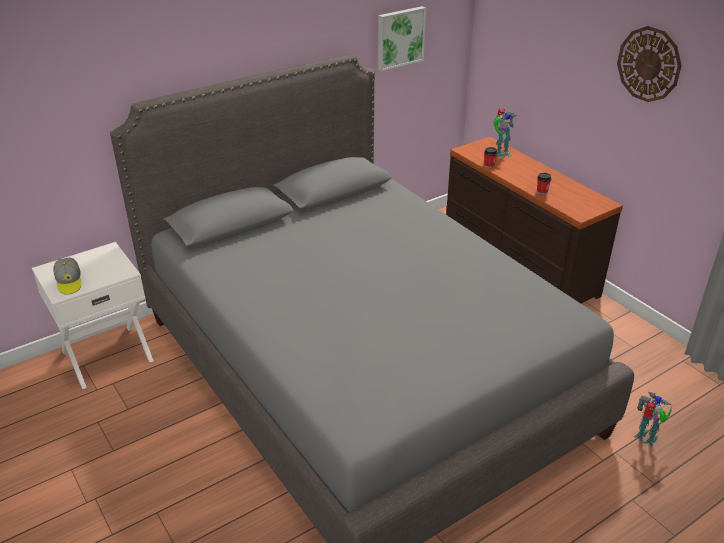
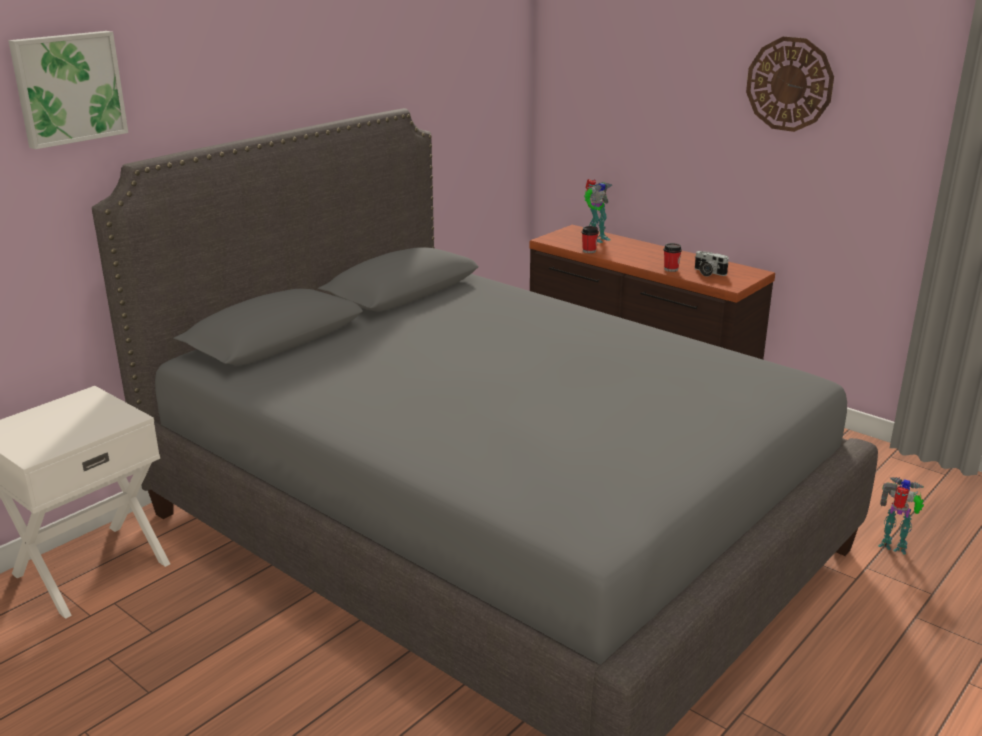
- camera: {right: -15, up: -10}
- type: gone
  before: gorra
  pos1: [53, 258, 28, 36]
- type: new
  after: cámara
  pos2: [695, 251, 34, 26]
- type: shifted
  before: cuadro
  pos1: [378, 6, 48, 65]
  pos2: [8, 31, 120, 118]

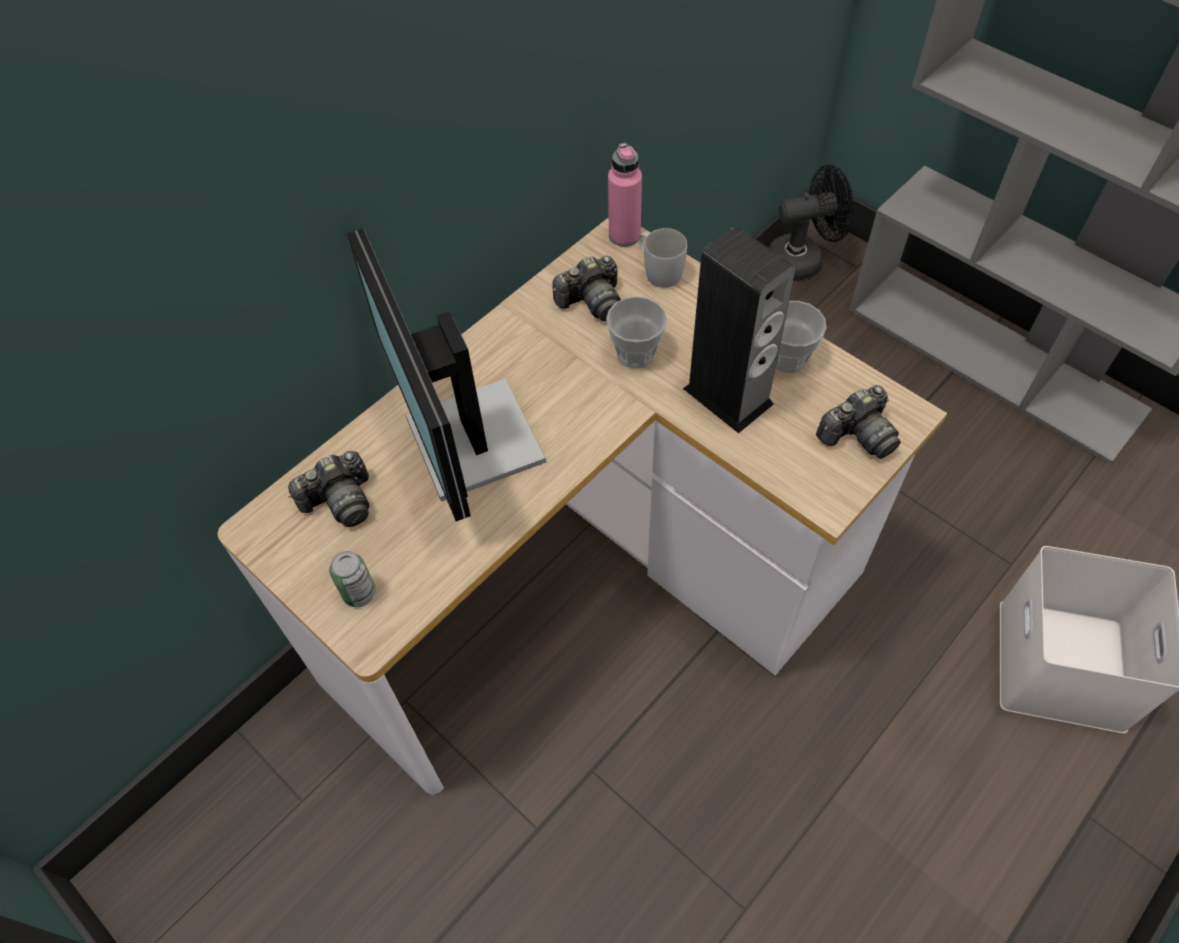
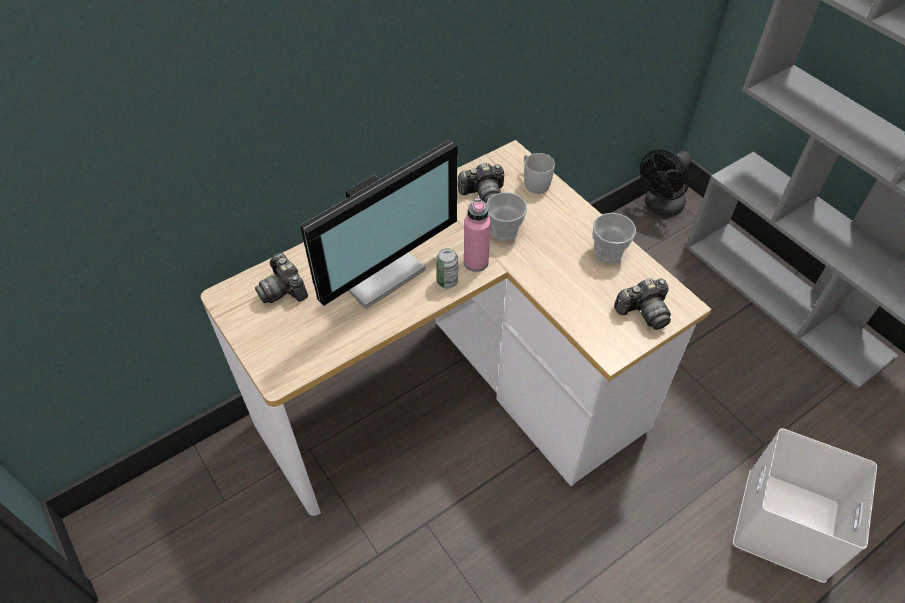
- camera: {right: 10, up: -5}
- type: gone
  before: altavoz
  pos1: [683, 226, 113, 207]
- type: shifted
  before: lata
  pos1: [329, 551, 47, 56]
  pos2: [436, 248, 22, 40]
- type: shifted
  before: botella/rosa
  pos1: [608, 143, 34, 104]
  pos2: [464, 198, 27, 74]
- type: rotated
  before: cámara
  pos1: [288, 451, 81, 76]
  pos2: [255, 252, 53, 51]
  turn: 75
- type: rotated
  before: monitor
  pos1: [346, 228, 200, 294]
  pos2: [300, 140, 157, 169]
  turn: -120
- type: rotated
  before: ventilador/negro
  pos1: [768, 165, 86, 116]
  pos2: [640, 149, 52, 68]
  turn: 135

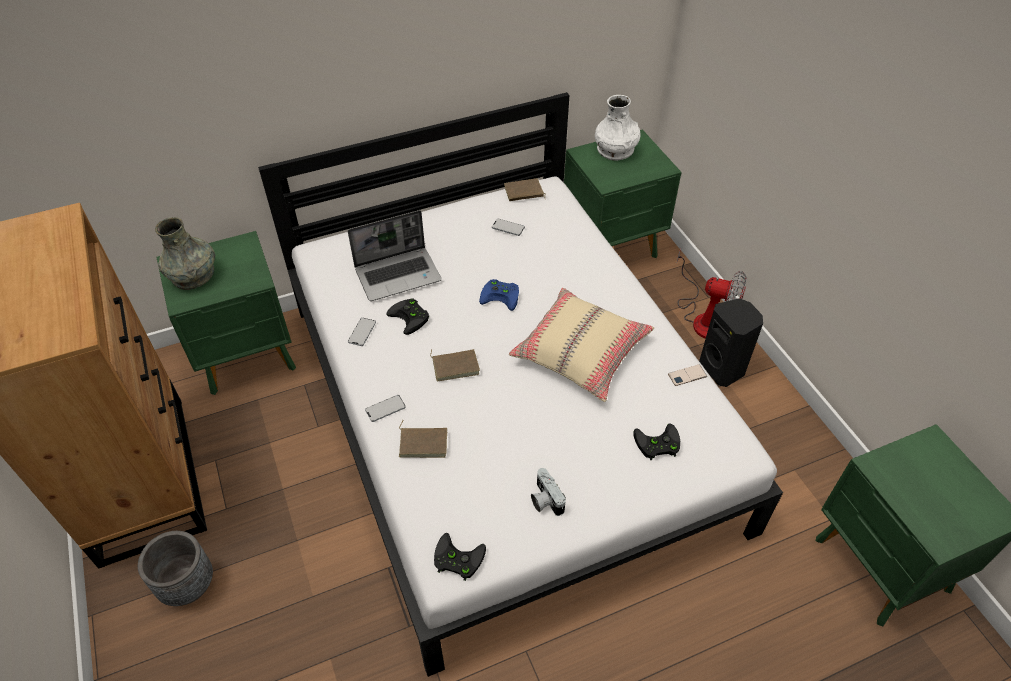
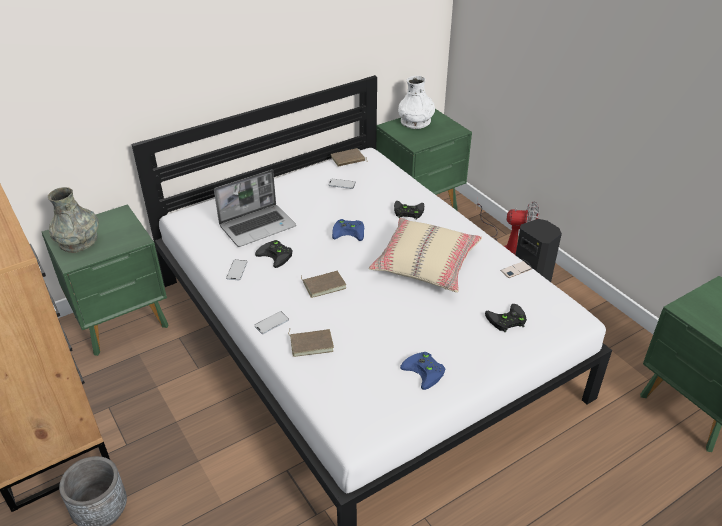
- camera: {right: -10, up: -10}
- type: shifted
  before: mando de consola/negro
  pos1: [434, 533, 52, 48]
  pos2: [394, 201, 30, 19]
- type: swapped
  before: cámara
  after: mando de consola/azul
  pos1: [531, 468, 35, 48]
  pos2: [400, 352, 45, 38]

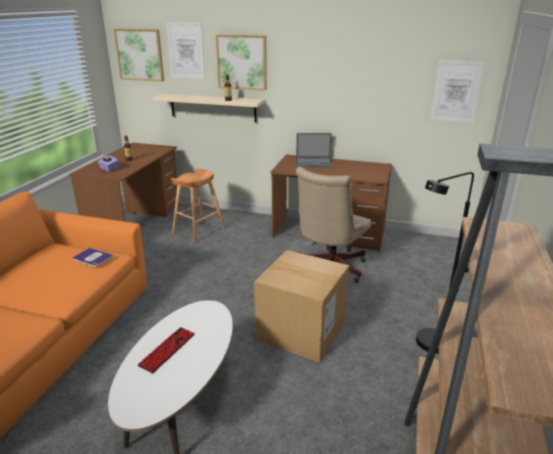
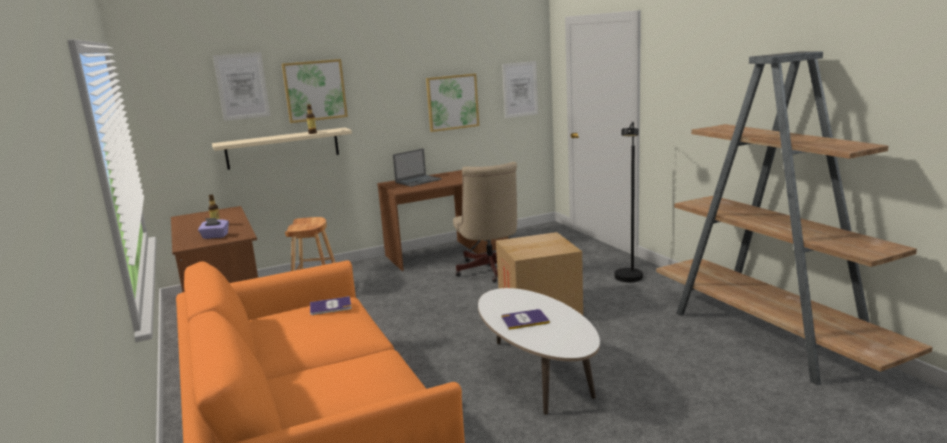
- camera: {right: -40, up: -10}
- type: shifted
  before: cuadro
  pos1: [114, 29, 50, 53]
  pos2: [426, 73, 53, 59]
- type: swapped
  before: teclado
  after: libro
  pos1: [138, 327, 57, 47]
  pos2: [501, 309, 49, 21]

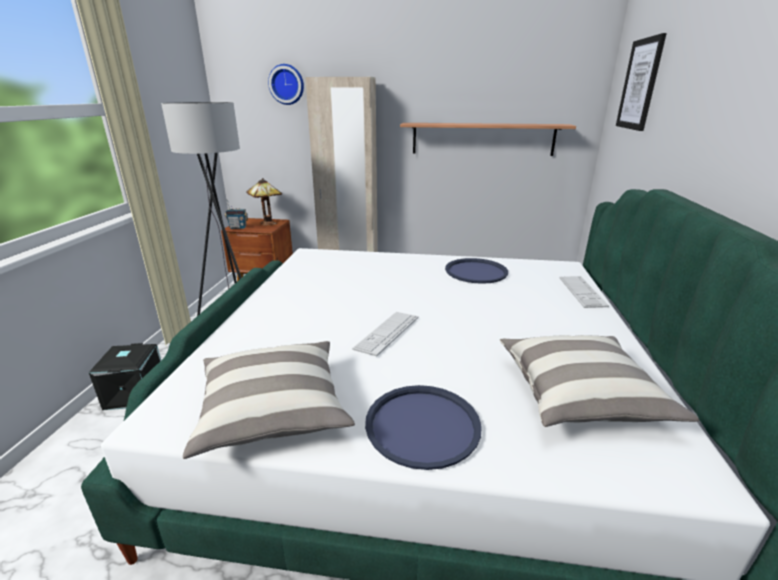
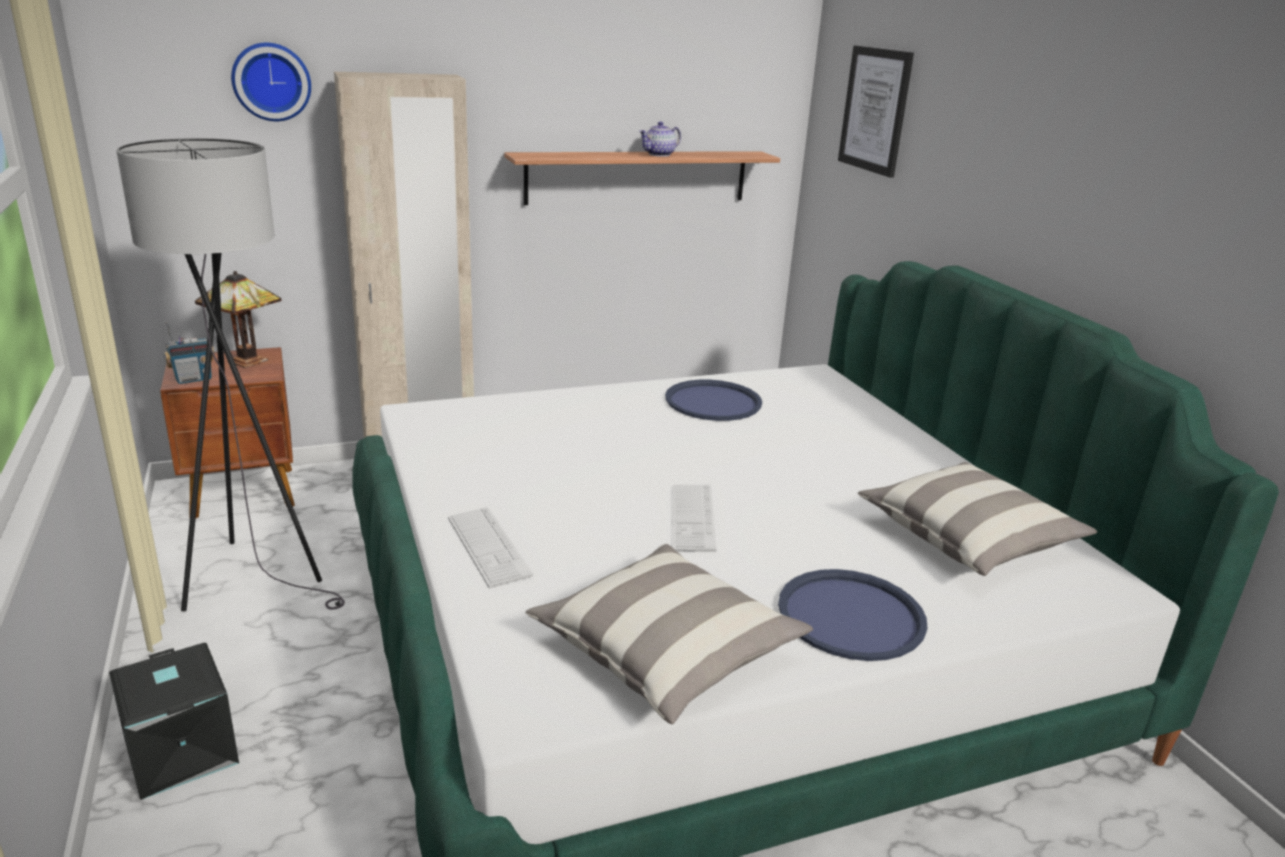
- camera: {right: -30, up: 0}
- type: new
  after: tetera
  pos2: [639, 121, 42, 36]
- type: shifted
  before: teclado
  pos1: [560, 276, 49, 32]
  pos2: [448, 507, 85, 82]

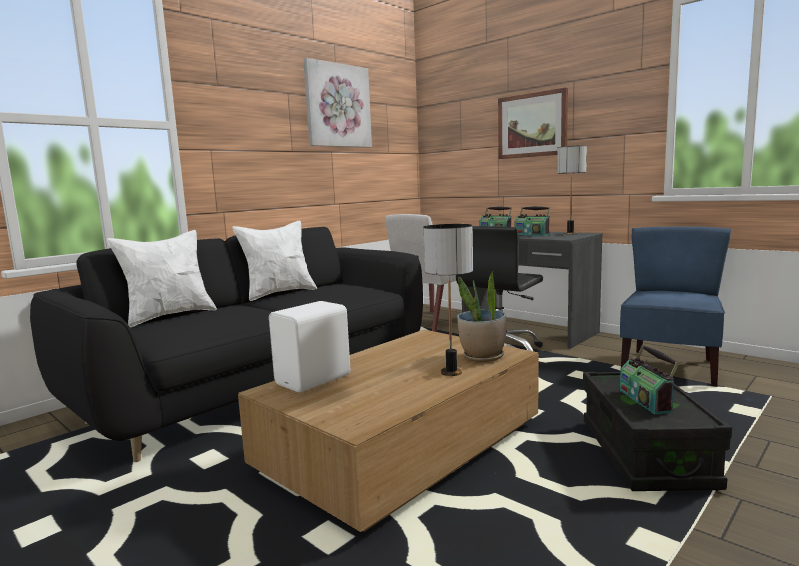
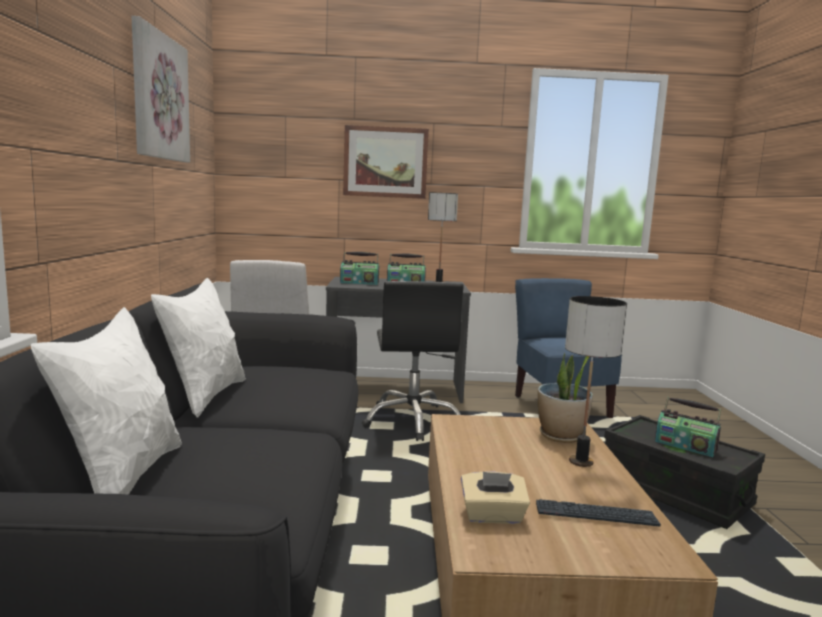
- camera: {right: -45, up: 0}
- type: new
  after: teclado
  pos2: [536, 499, 125, 28]
- type: swapped
  before: altavoz/blanco
  after: caja de pañuelos/beis
  pos1: [269, 301, 81, 92]
  pos2: [461, 471, 69, 53]

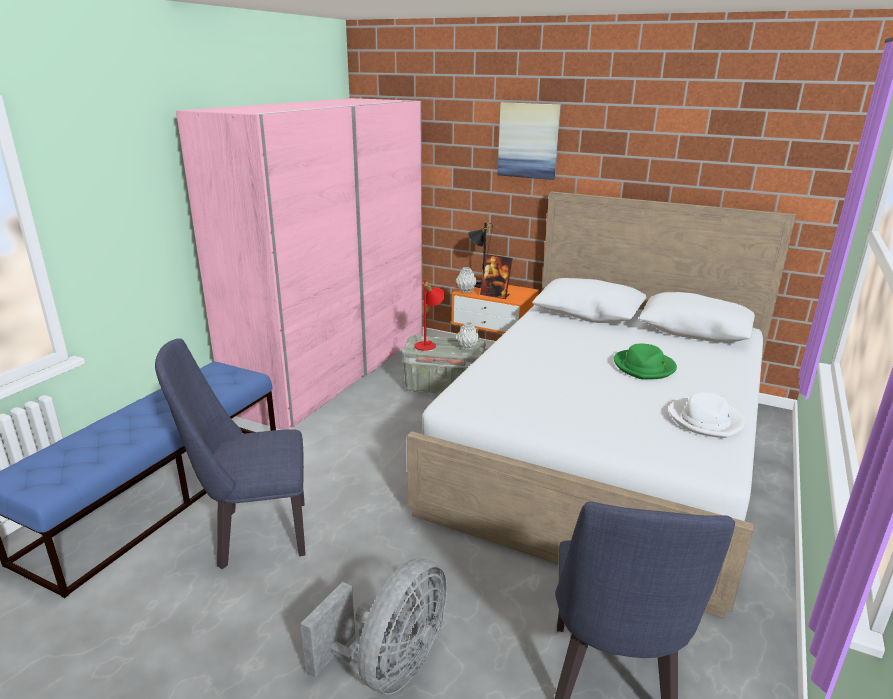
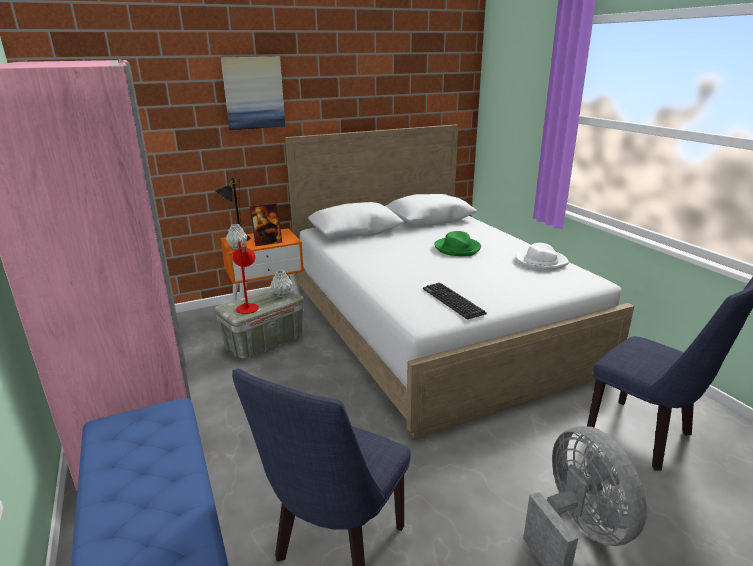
- camera: {right: -50, up: 0}
- type: new
  after: teclado
  pos2: [423, 283, 64, 36]

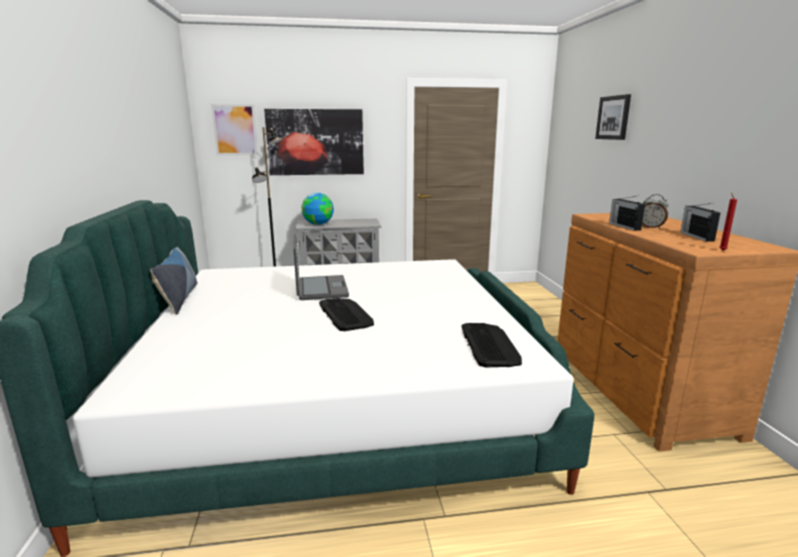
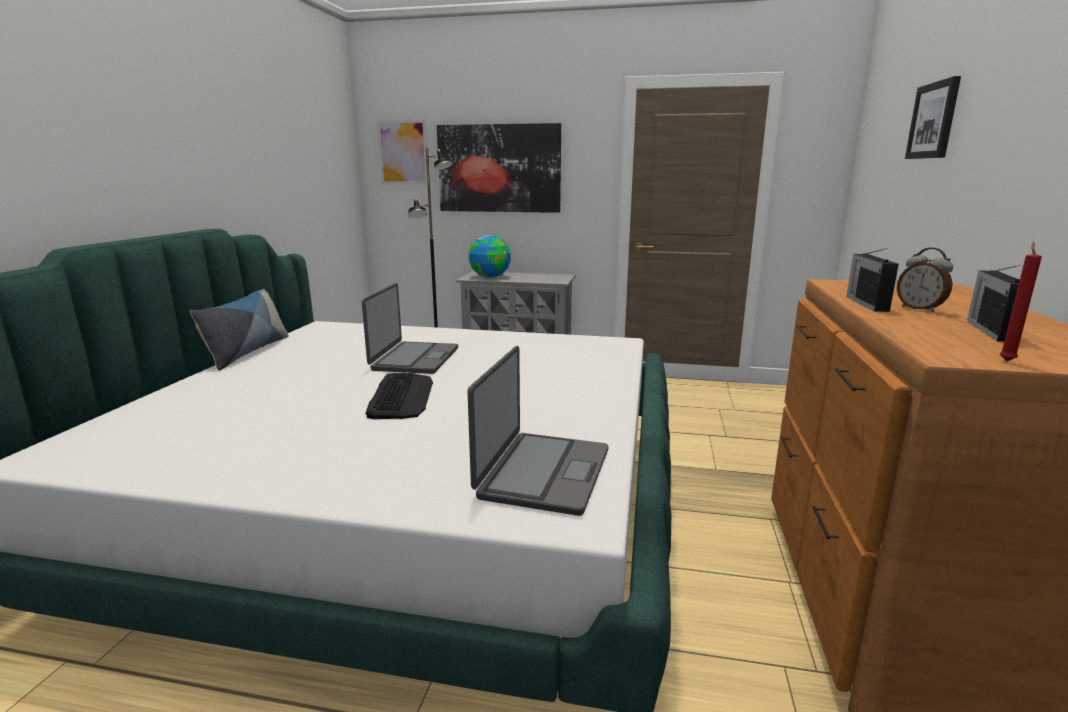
- camera: {right: 20, up: 0}
- type: swapped
  before: teclado
  after: portátil
  pos1: [462, 323, 60, 44]
  pos2: [467, 346, 141, 170]

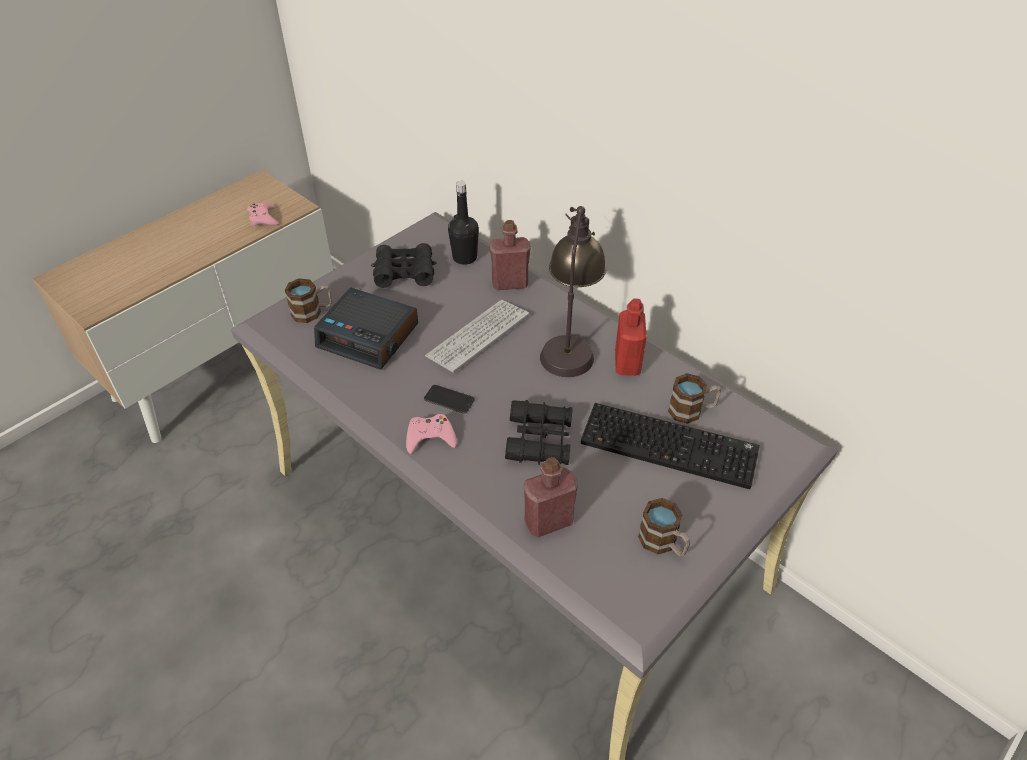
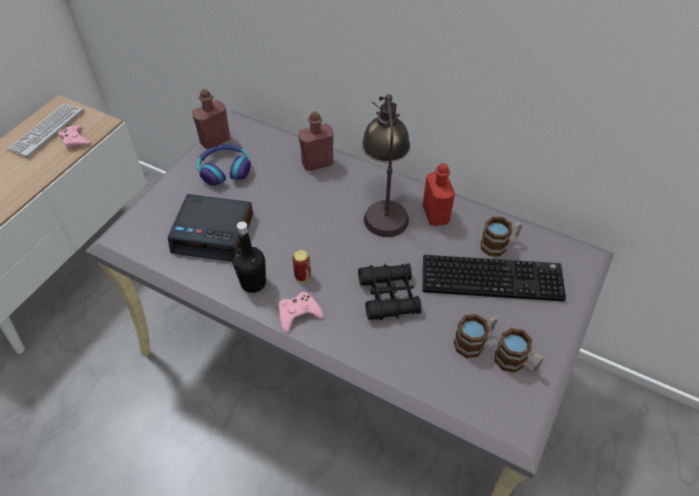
- camera: {right: -15, up: 5}
- type: shifted
  before: taza grande
  pos1: [285, 279, 47, 44]
  pos2: [454, 314, 43, 44]
- type: shifted
  before: teclado
  pos1: [425, 300, 104, 73]
  pos2: [7, 104, 76, 53]
- type: shifted
  before: botella/negro
  pos1: [448, 181, 31, 84]
  pos2: [233, 221, 33, 72]
- type: shifted
  before: botella/rojo
  pos1: [524, 457, 54, 81]
  pos2: [192, 89, 38, 60]
- type: swapped
  before: prismáticos/negro
  after: auriculares
  pos1: [371, 243, 65, 45]
  pos2: [197, 144, 54, 42]
- type: swapped
  before: móvil
  after: lata
  pos1: [424, 385, 51, 29]
  pos2: [293, 250, 18, 32]

